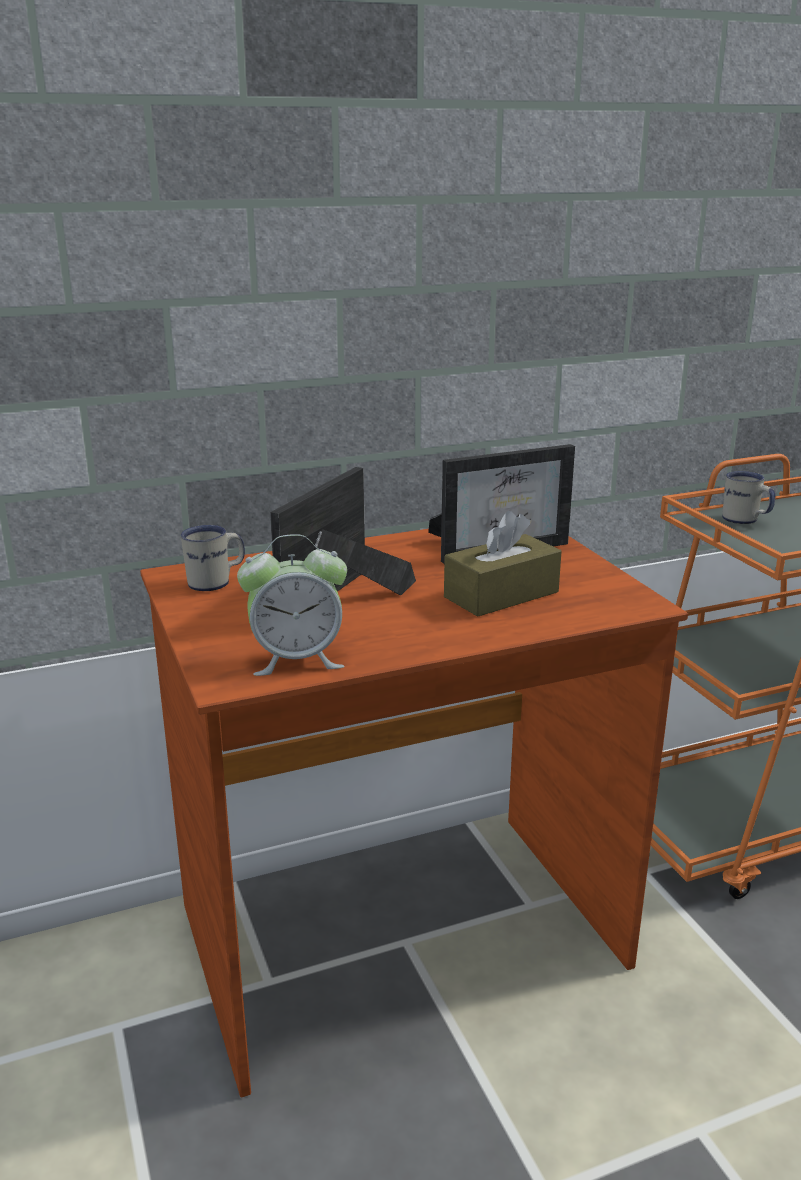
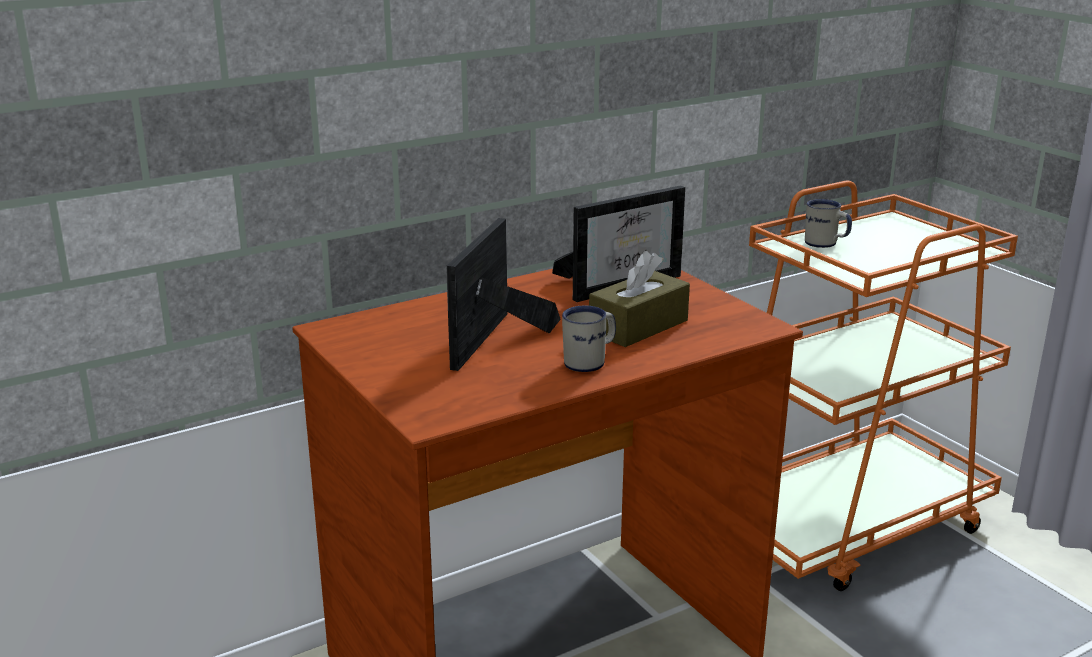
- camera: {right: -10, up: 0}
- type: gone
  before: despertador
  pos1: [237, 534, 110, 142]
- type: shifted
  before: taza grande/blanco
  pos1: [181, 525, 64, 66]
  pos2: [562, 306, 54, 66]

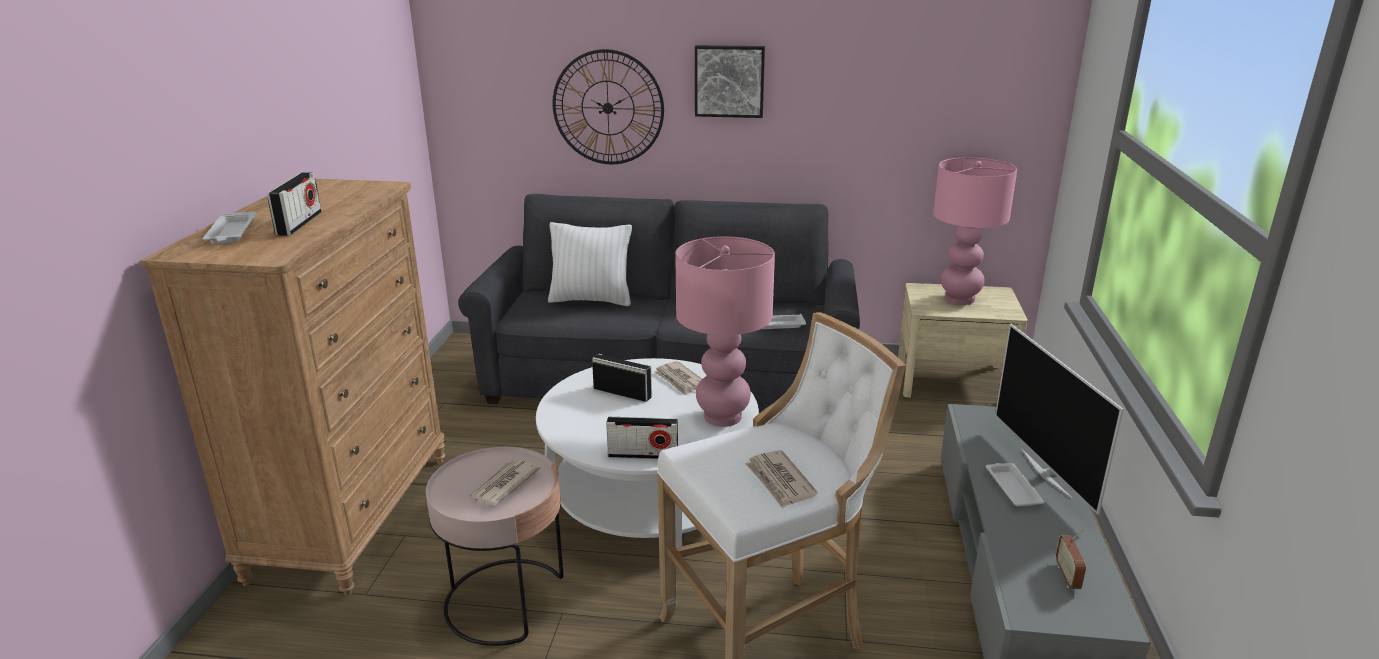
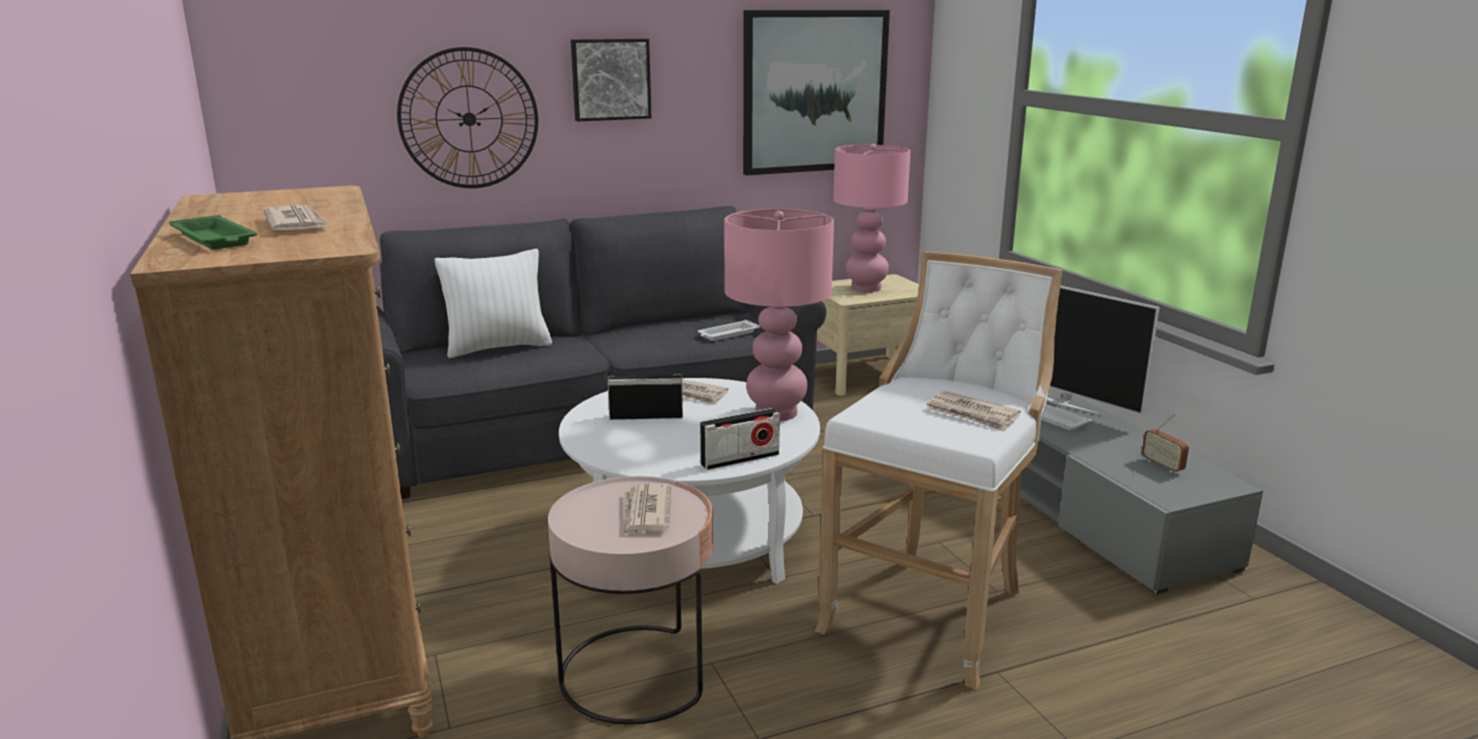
- camera: {right: -30, up: -5}
- type: new
  after: cuadro
  pos2: [743, 10, 147, 165]
- type: swapped
  before: radio
  after: periódico
  pos1: [267, 172, 54, 64]
  pos2: [264, 205, 67, 25]
- type: repainted
  before: bandeja/blanco
  after: bandeja/verde
  pos1: [203, 212, 53, 32]
  pos2: [169, 215, 88, 35]

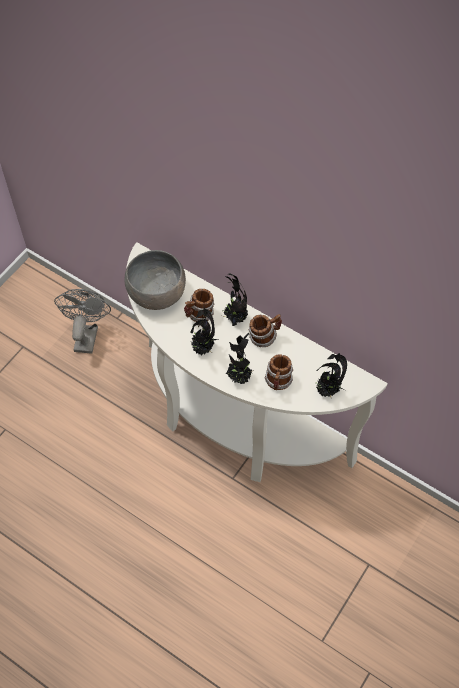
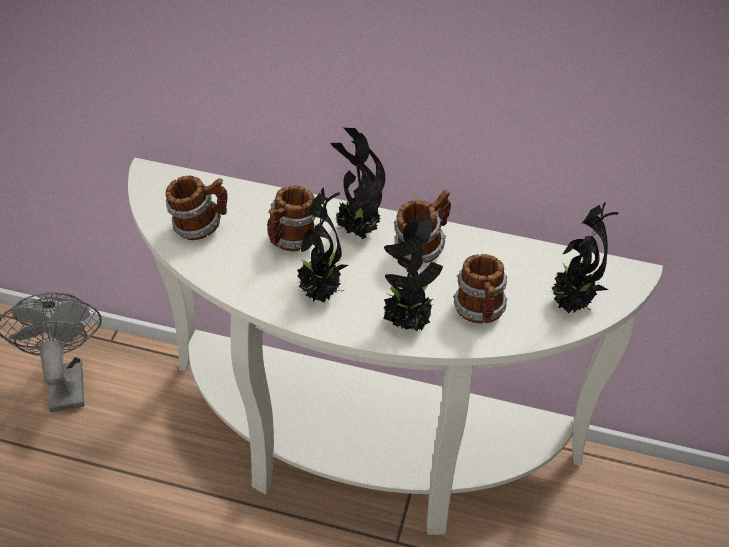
- camera: {right: -20, up: -10}
- type: swapped
  before: cuenco/gris
  after: taza grande
  pos1: [125, 250, 61, 60]
  pos2: [165, 175, 63, 65]

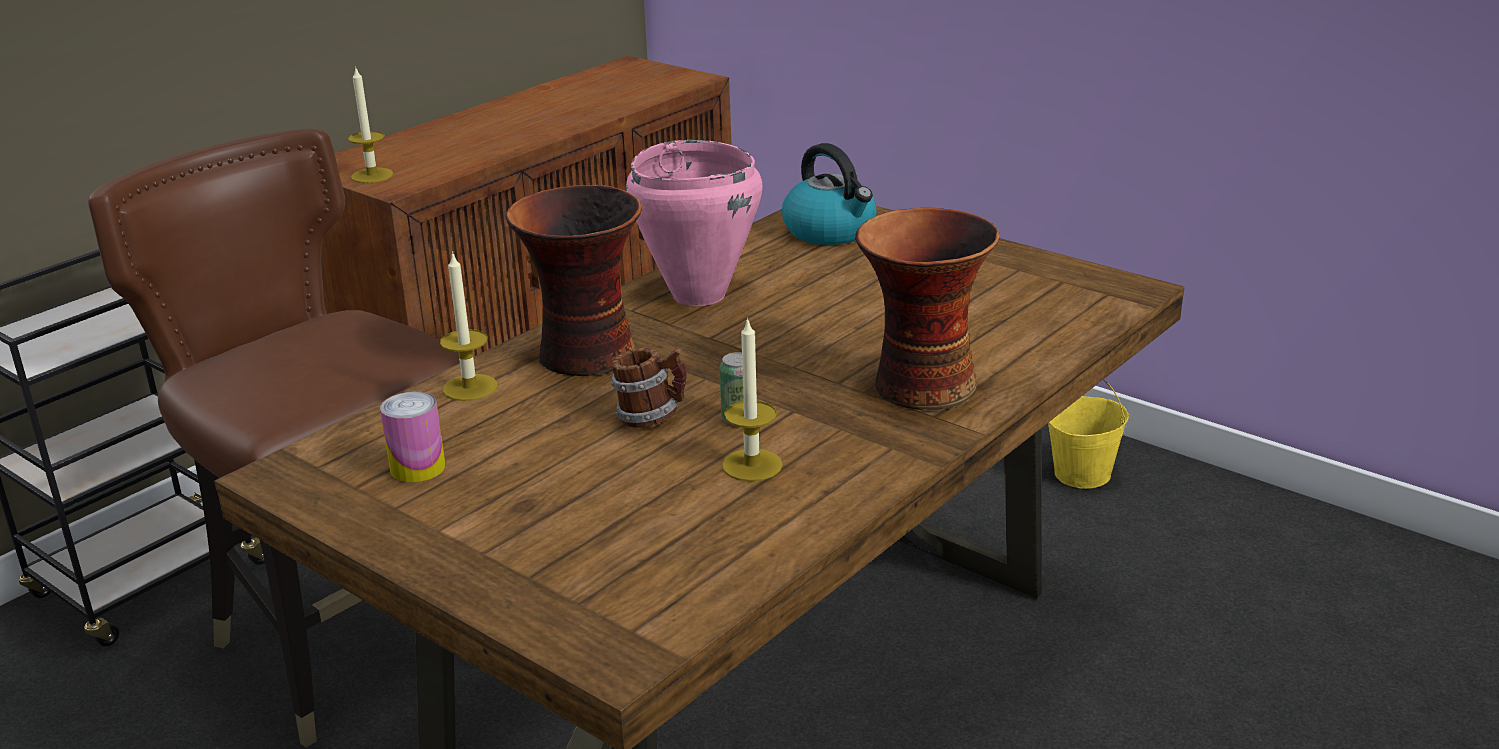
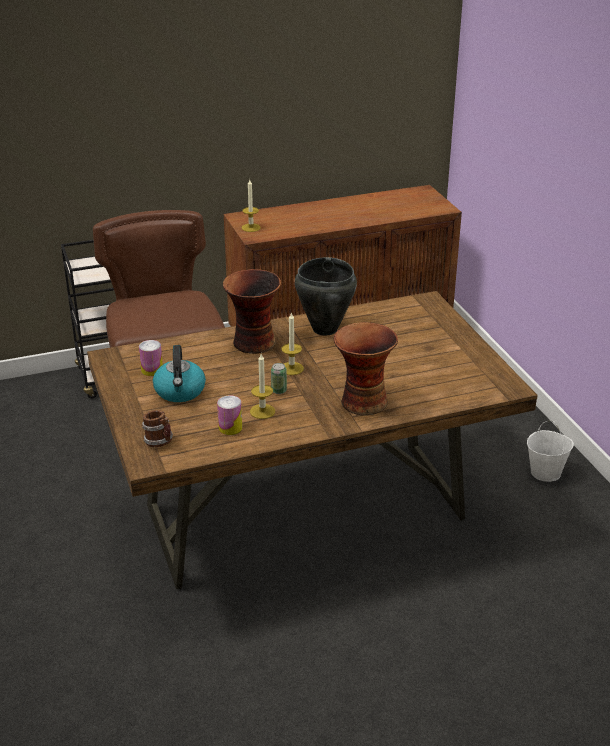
- camera: {right: 30, up: 5}
- type: new
  after: lata
  pos2: [217, 395, 25, 40]
- type: shifted
  before: vela
  pos1: [440, 251, 58, 150]
  pos2: [281, 312, 23, 63]
- type: shifted
  before: taza grande
  pos1: [611, 348, 76, 80]
  pos2: [142, 410, 31, 37]
- type: shifted
  before: hervidor
  pos1: [782, 143, 95, 102]
  pos2: [153, 345, 53, 57]
- type: repainted
  before: olla/rosa
  after: olla/negro
  pos1: [626, 140, 137, 166]
  pos2: [295, 257, 62, 79]
- type: repainted
  before: cubo/amarillo
  after: cubo/blanco
  pos1: [1048, 379, 81, 110]
  pos2: [527, 420, 47, 62]

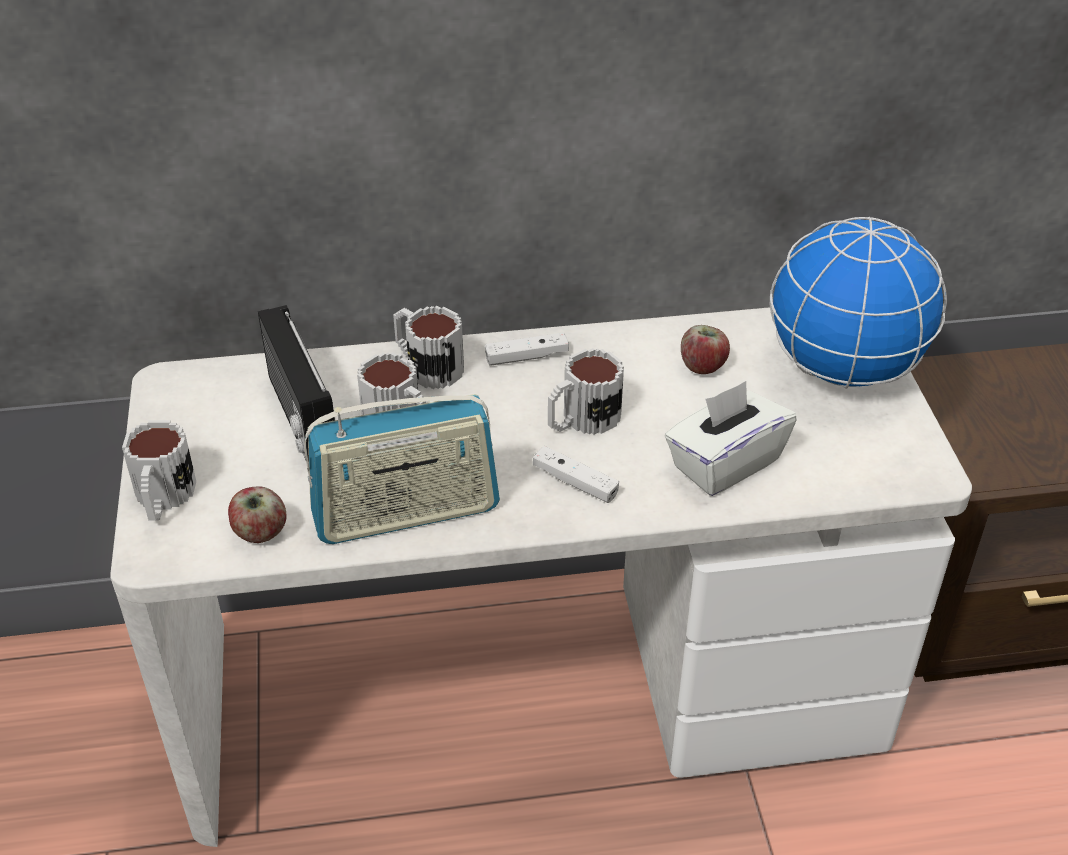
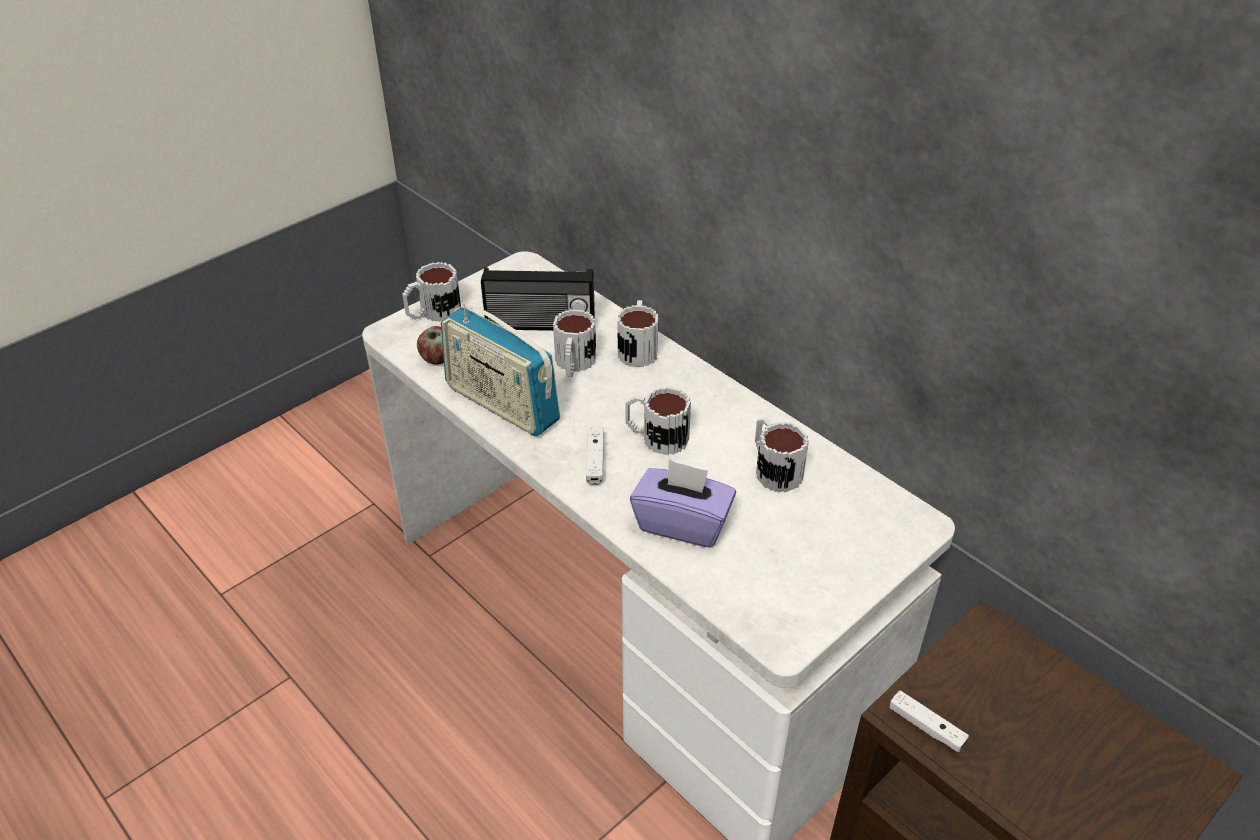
- camera: {right: 55, up: 0}
- type: gone
  before: globo terráqueo
  pos1: [770, 217, 177, 172]
- type: shifted
  before: mando de consola/blanco
  pos1: [485, 332, 84, 34]
  pos2: [889, 690, 80, 62]
- type: swapped
  before: manzana
  after: taza grande
  pos1: [681, 325, 49, 49]
  pos2: [755, 417, 54, 76]
- type: repainted
  before: caja de pañuelos/blanco
  after: caja de pañuelos/morado
  pos1: [664, 381, 133, 115]
  pos2: [630, 459, 106, 89]
- type: rotated
  before: radio
  pos1: [258, 305, 77, 159]
  pos2: [481, 267, 114, 64]
  turn: -120

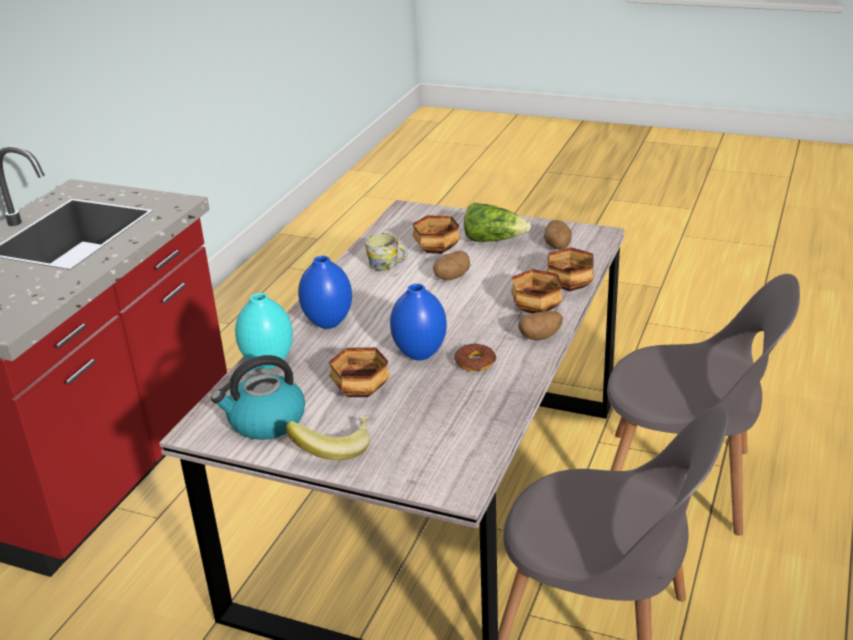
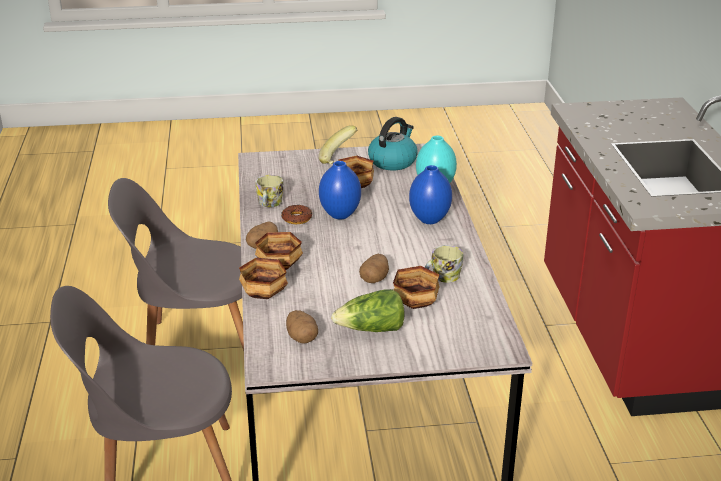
- camera: {right: 150, up: 0}
- type: new
  after: taza grande
  pos2: [255, 175, 29, 32]

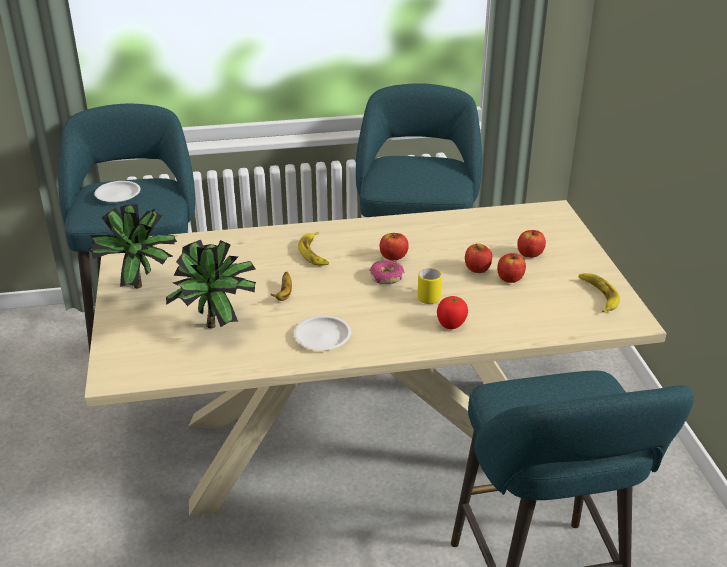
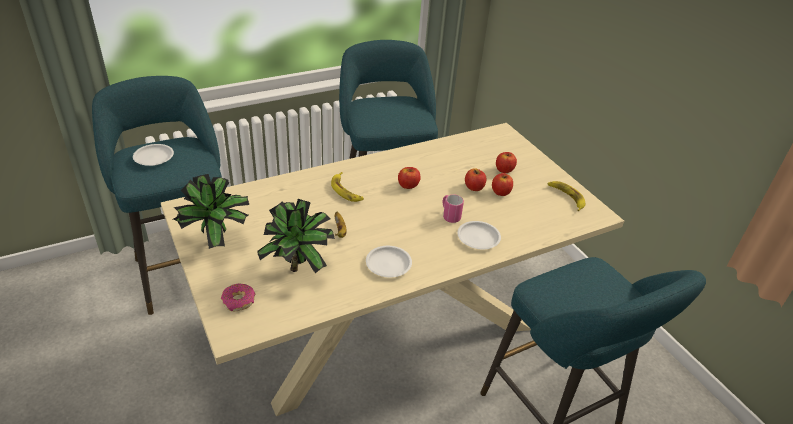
- camera: {right: -20, up: 5}
- type: shifted
  before: rosquilla
  pos1: [369, 260, 35, 24]
  pos2: [221, 284, 35, 27]
- type: swapped
  before: tomate
  after: plato/blanco
  pos1: [437, 296, 31, 33]
  pos2: [458, 221, 43, 28]
- type: repainted
  before: taza grande/amarillo
  after: taza grande/rosa
  pos1: [417, 268, 25, 36]
  pos2: [443, 195, 21, 28]

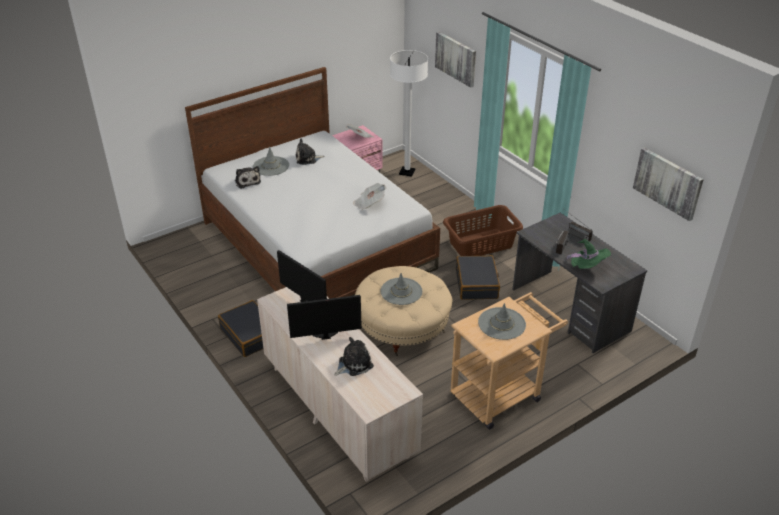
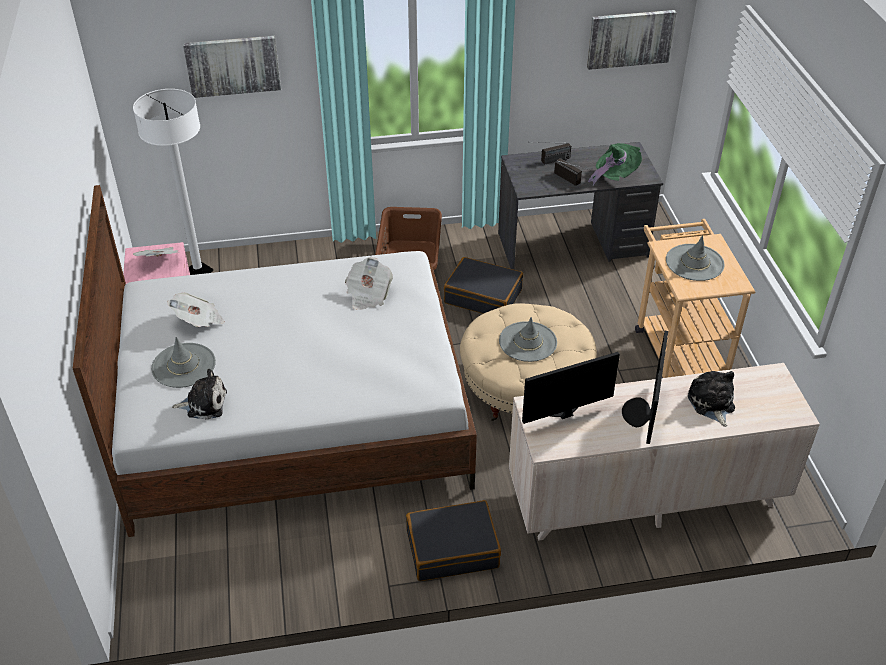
- camera: {right: -65, up: 5}
- type: swapped
  before: peluche
  after: periódico
  pos1: [296, 138, 29, 27]
  pos2: [167, 293, 58, 34]

